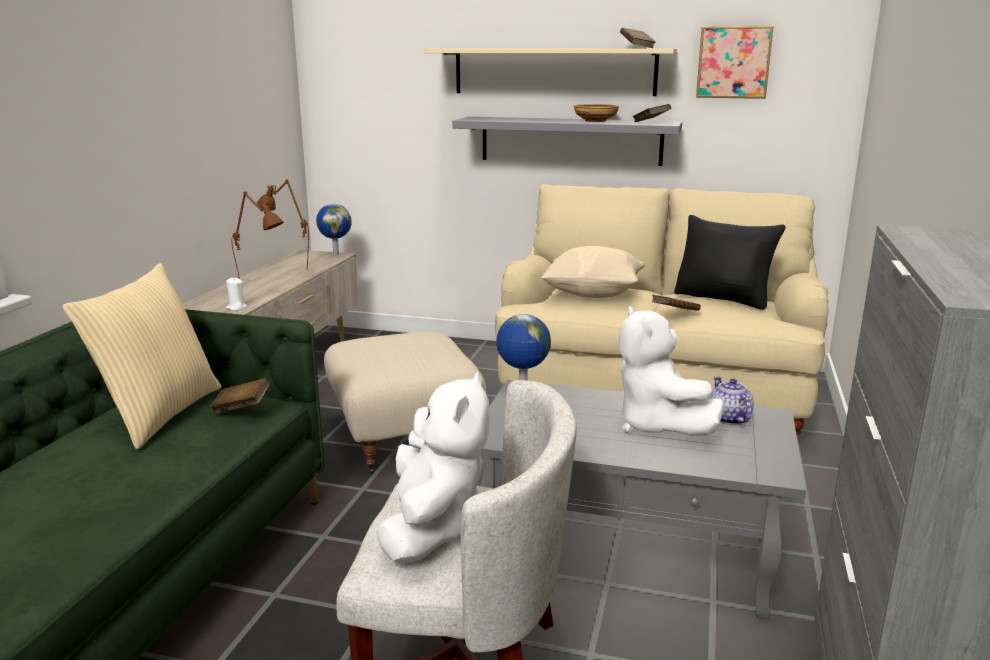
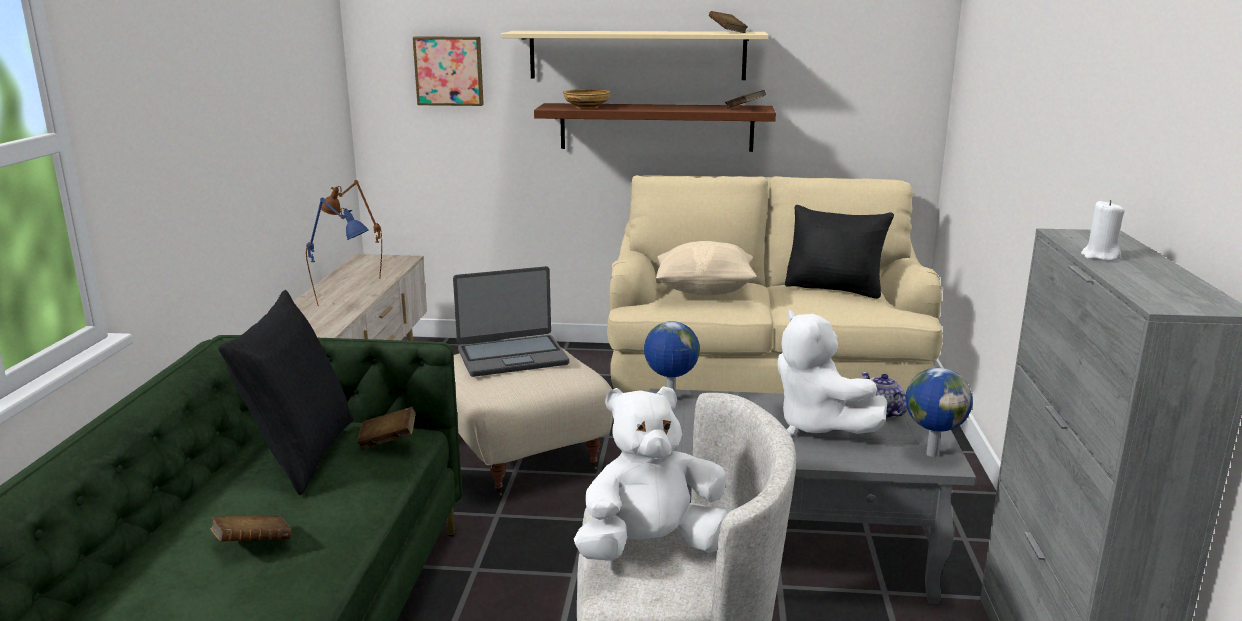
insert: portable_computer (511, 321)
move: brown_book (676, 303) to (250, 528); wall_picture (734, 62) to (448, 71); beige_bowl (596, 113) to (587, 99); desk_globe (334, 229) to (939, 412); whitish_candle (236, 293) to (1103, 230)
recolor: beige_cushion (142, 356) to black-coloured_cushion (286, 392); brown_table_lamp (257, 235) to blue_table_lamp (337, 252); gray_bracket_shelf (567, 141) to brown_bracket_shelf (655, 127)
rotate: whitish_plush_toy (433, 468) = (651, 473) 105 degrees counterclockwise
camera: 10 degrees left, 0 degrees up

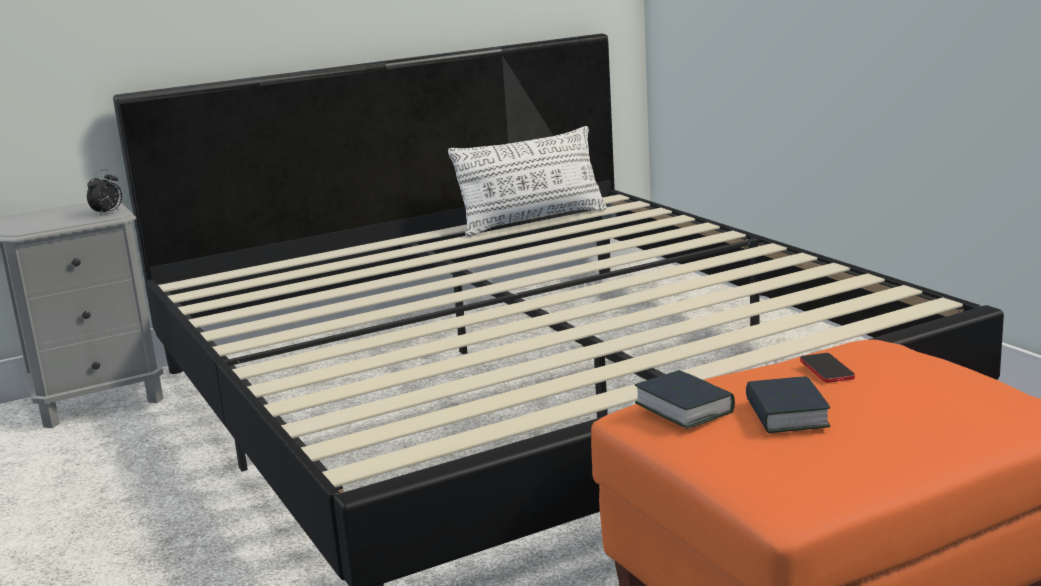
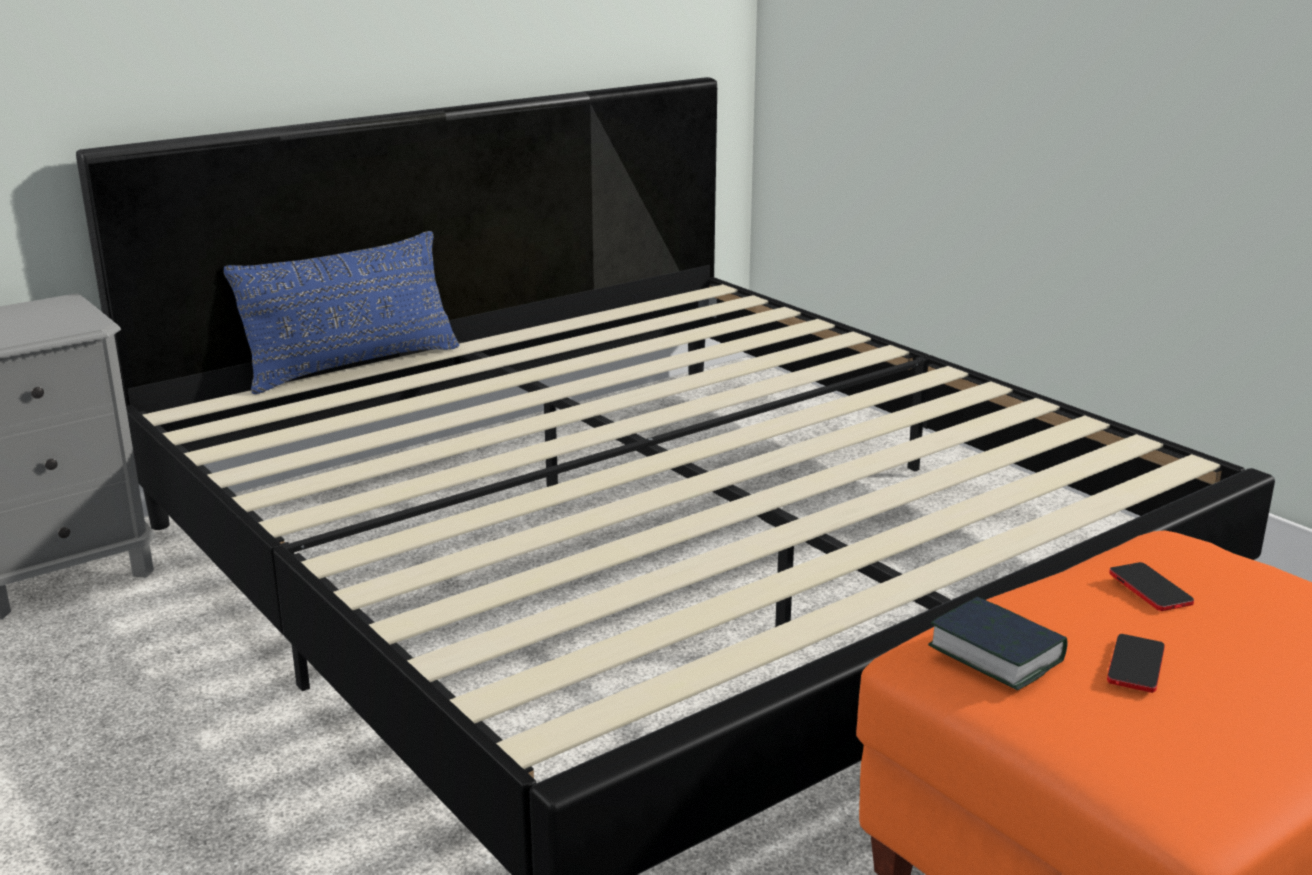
delete: bedside_clock (104, 192); whitish_cushion (527, 181)
insert: blue_cushion (341, 312)
replace: book (788, 404) to telephone (1136, 663)
camera: 10 degrees left, 5 degrees up

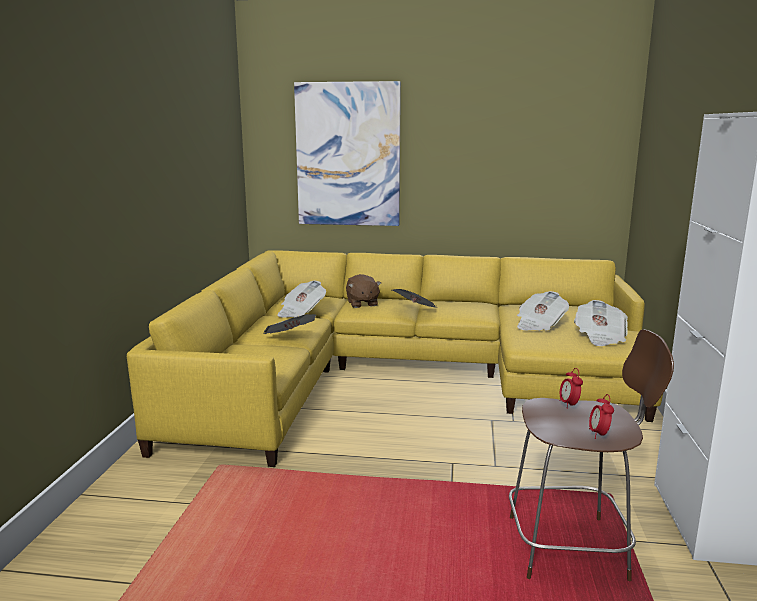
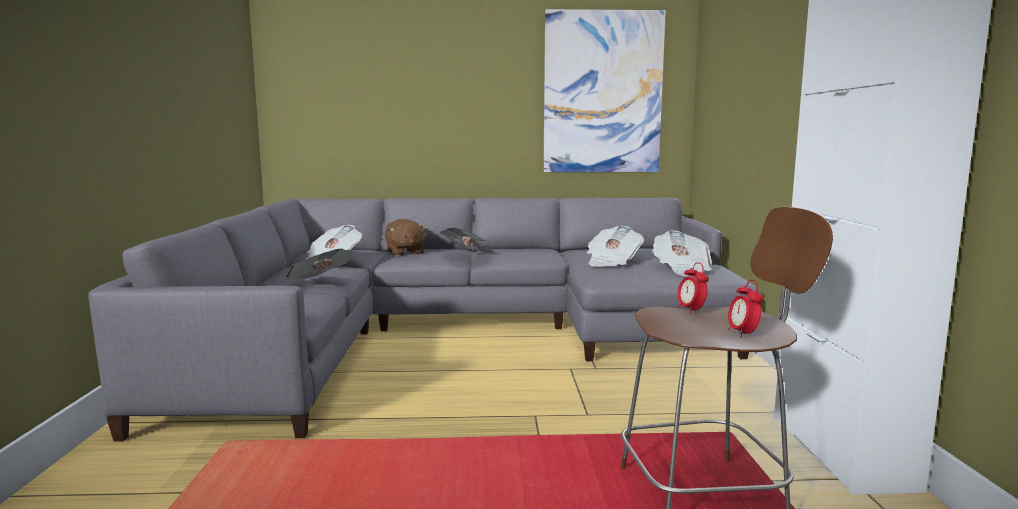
move: wall_picture (347, 153) to (604, 90)
recolor: yellow-coloured_settee (395, 358) to gray_settee (423, 320)
camera: 10 degrees left, 5 degrees down

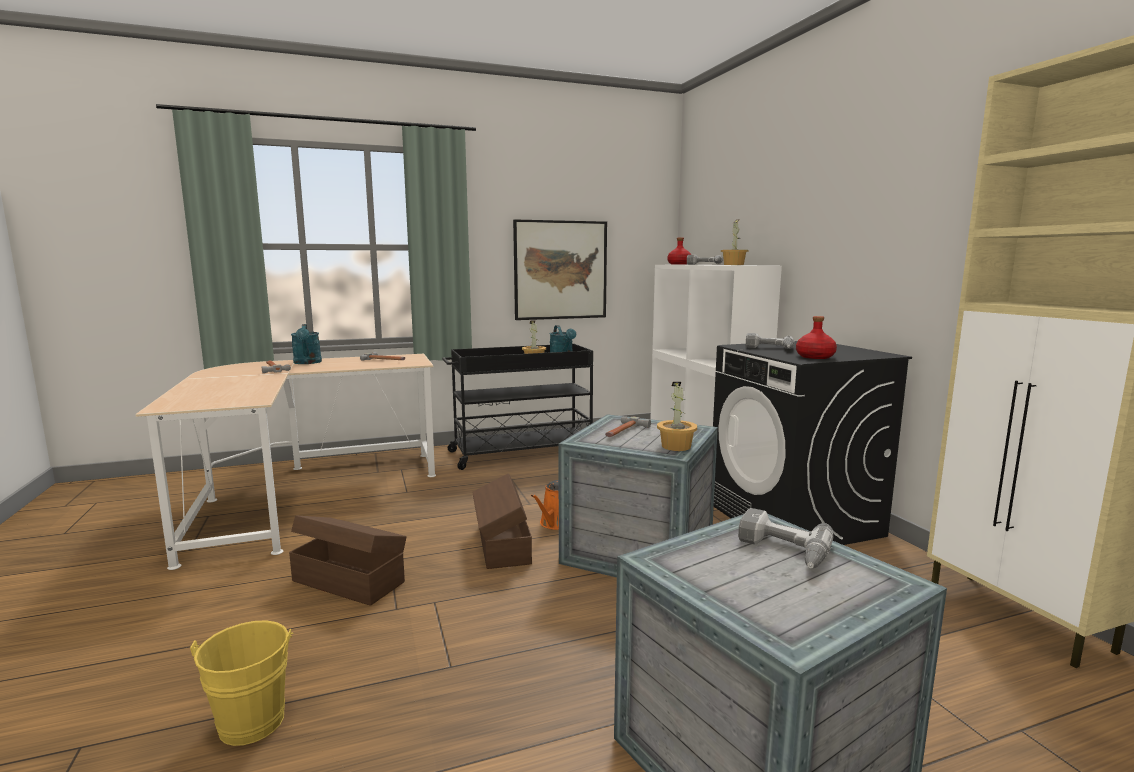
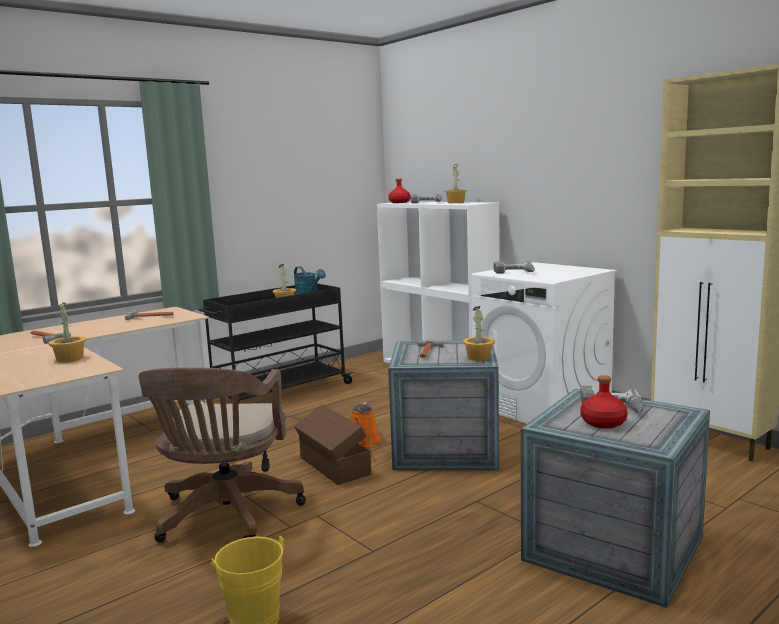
delete: blue-green_sprinkling_can (306, 344); wall_picture (560, 269)
insert: houseplant (68, 332)
move: red_beverage_bottle (816, 337) to (603, 402)
replace: brown_storage_bin (348, 561) to brown_office_chair (222, 455)
recolor: black-coloured_laundry_machine (812, 443) to whitish_laundry_machine (544, 343)
camera: 20 degrees left, 0 degrees up

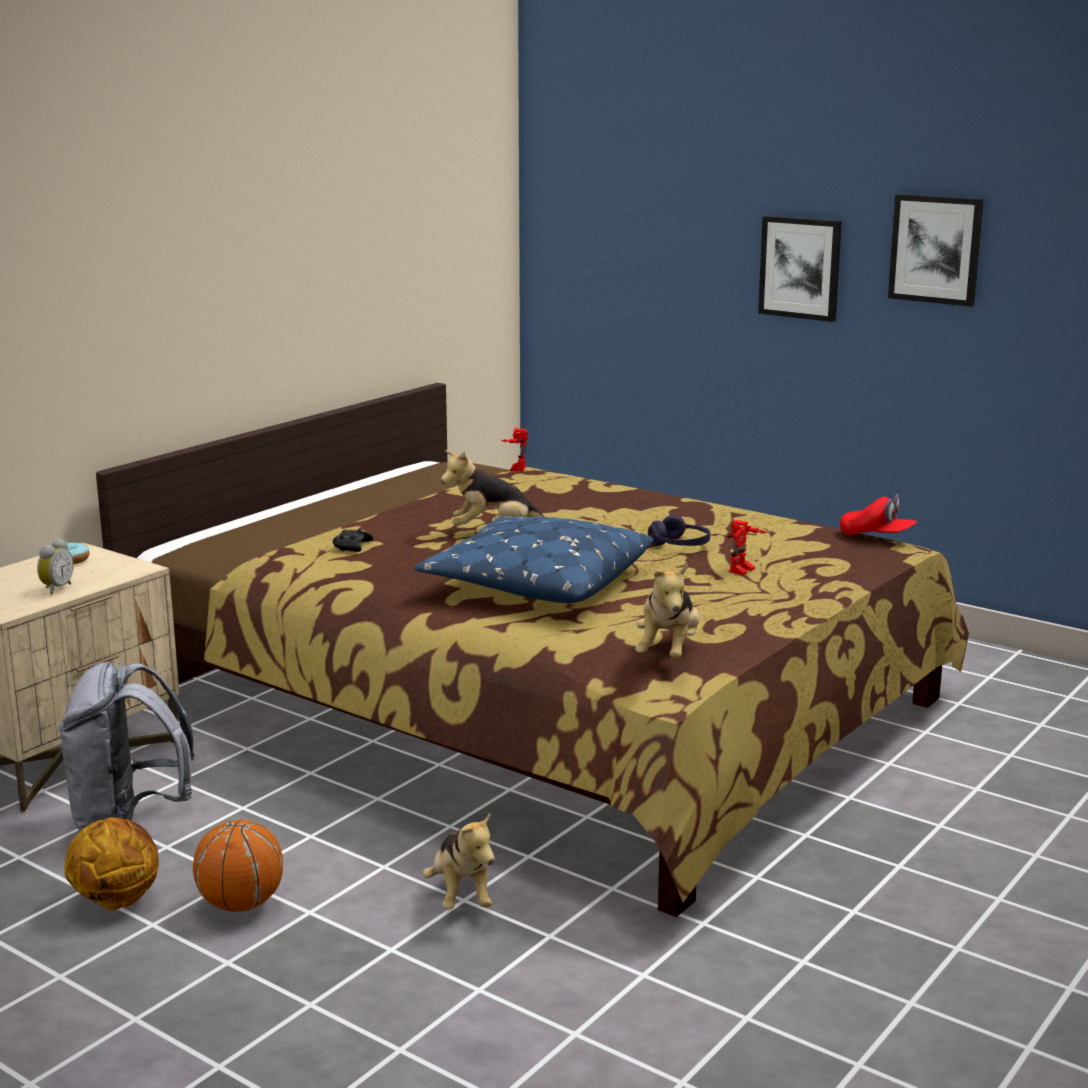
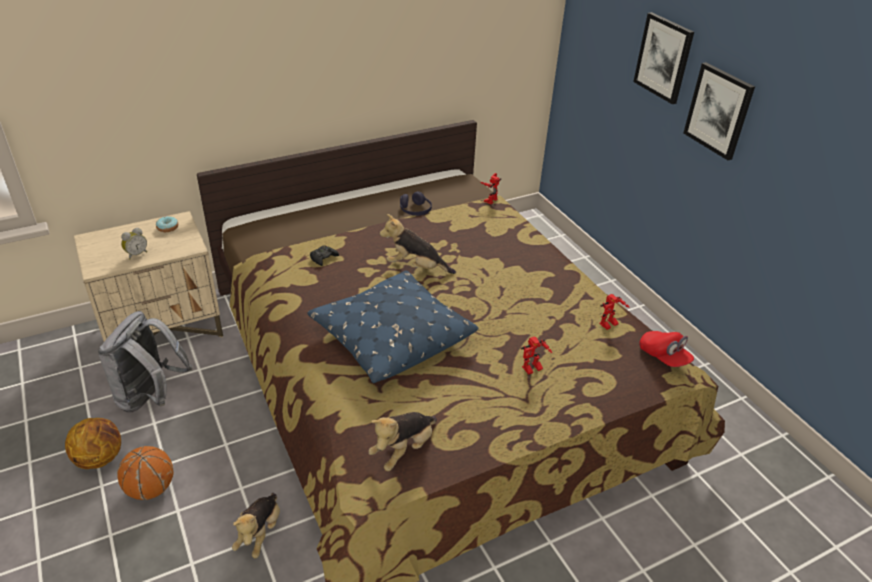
insert: robot_figure (614, 312)
move: purple-coloured_headset (679, 530) to (416, 203); wall_picture (936, 250) to (663, 58)
camera: 25 degrees right, 20 degrees up

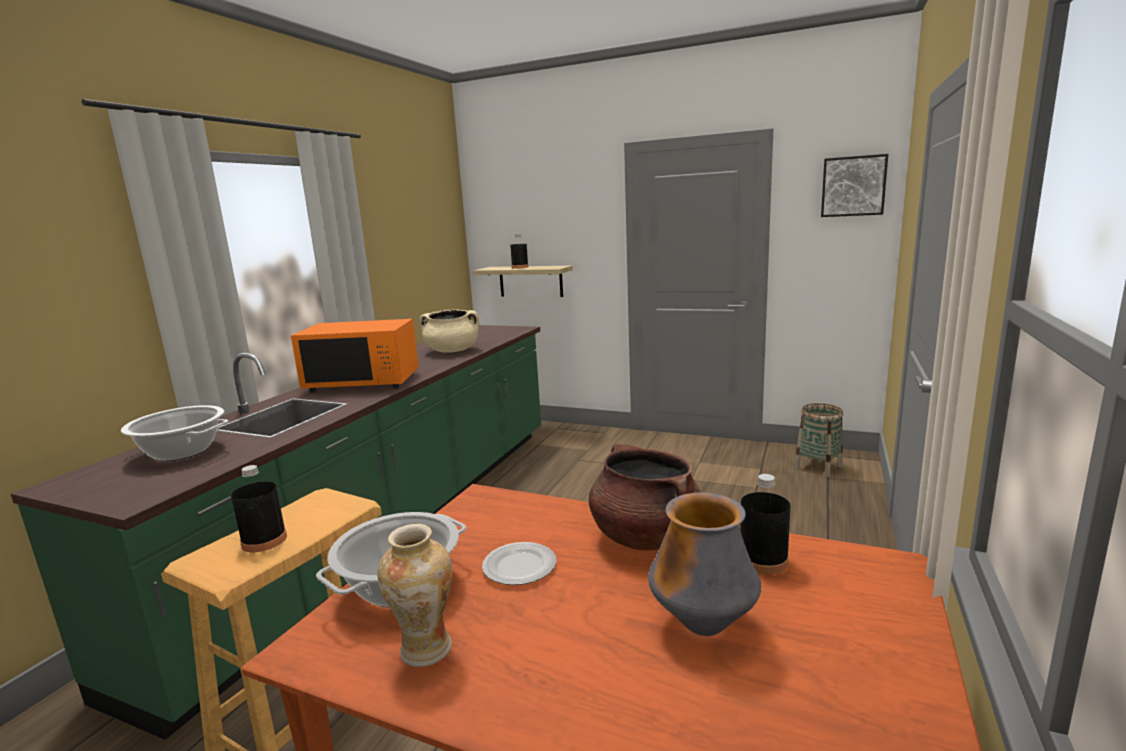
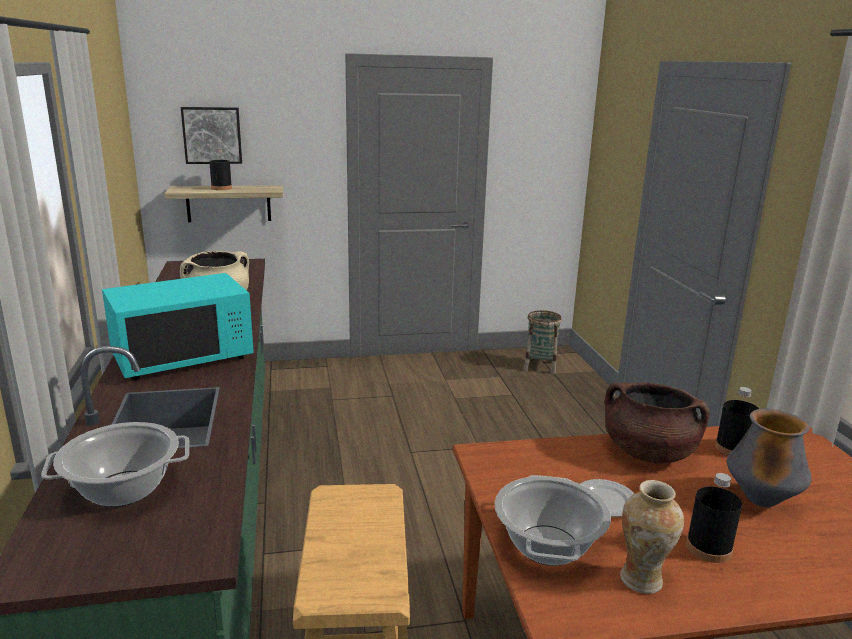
move: wall_picture (854, 185) to (211, 135); black-coloured_beverage_bottle (259, 508) to (714, 518)
recolor: orange-coloured_microwave_oven (355, 355) to blue-green_microwave_oven (178, 326)
camera: 35 degrees left, 5 degrees up

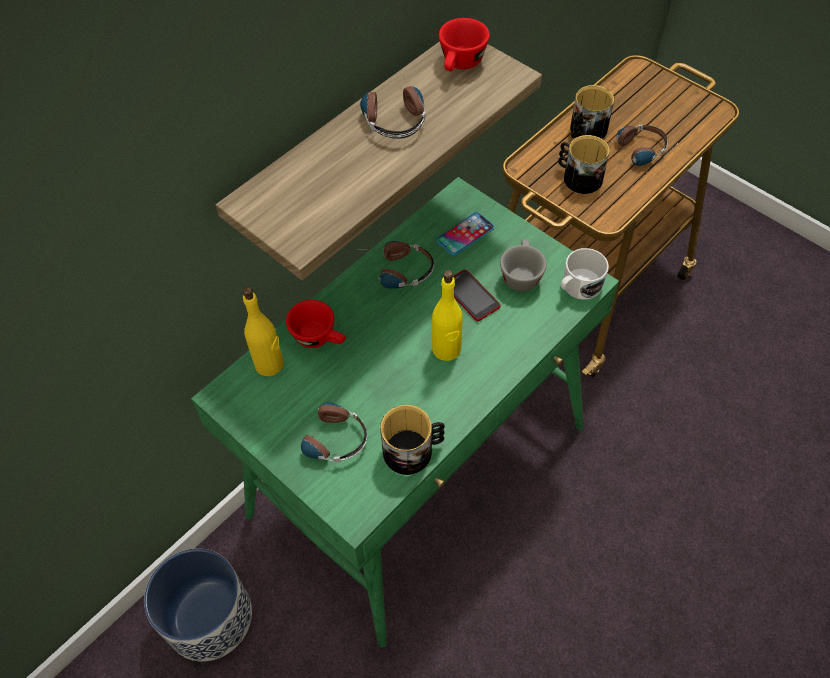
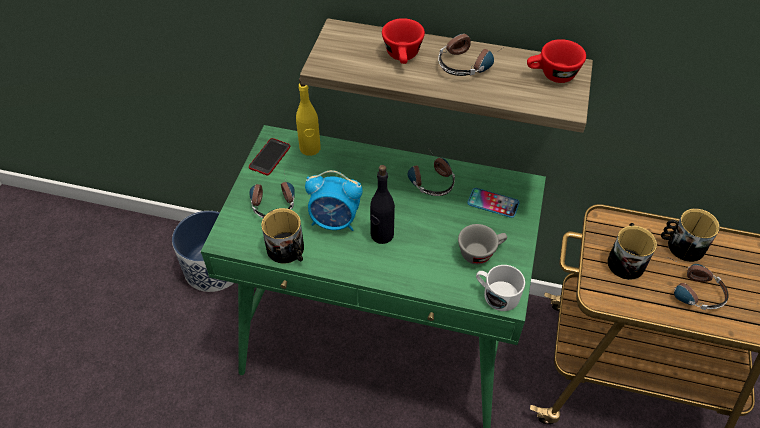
insert: bedside_clock (334, 200)
move: telephone (476, 295) to (269, 156); red_drinking_cup (316, 324) to (403, 41)
recolor: yellow-coloured_beverage_bottle (447, 315) to black-coloured_beverage_bottle (382, 204)
camera: 60 degrees right, 5 degrees down

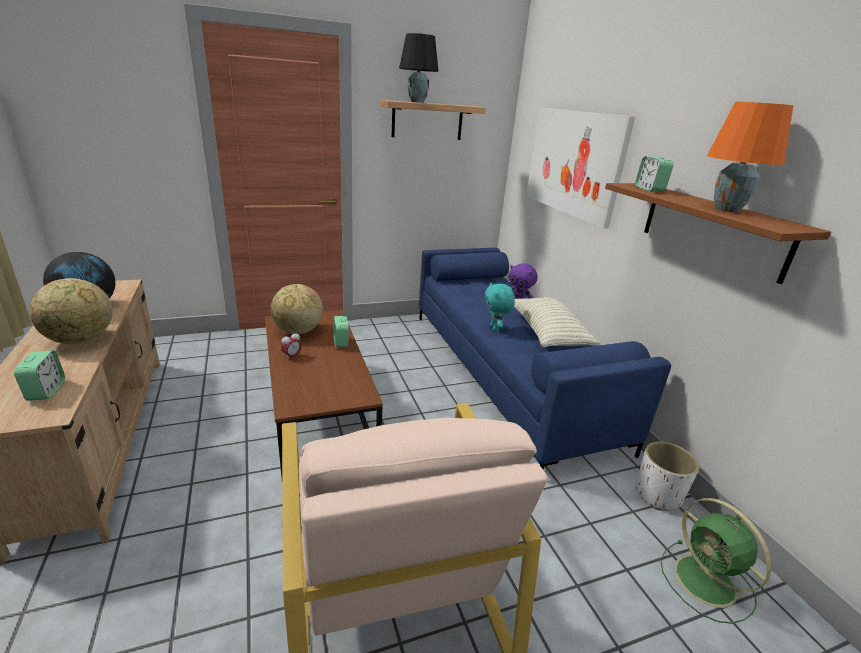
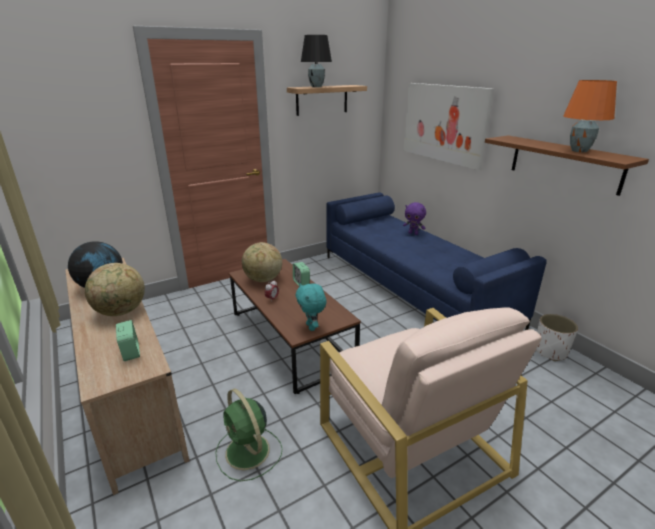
delete: cushion (557, 322); bedside_clock (654, 174)
move: greenish_fan (716, 561) to (248, 434); blue-green_plush_toy (500, 307) to (311, 307)
camera: 10 degrees left, 0 degrees up

